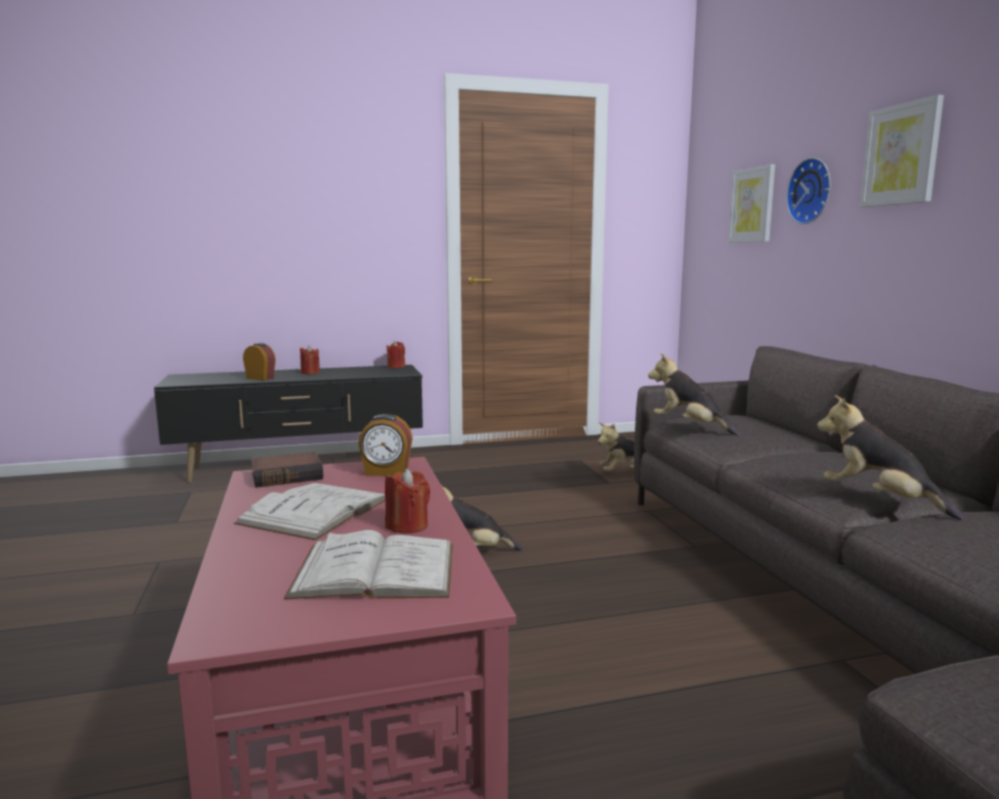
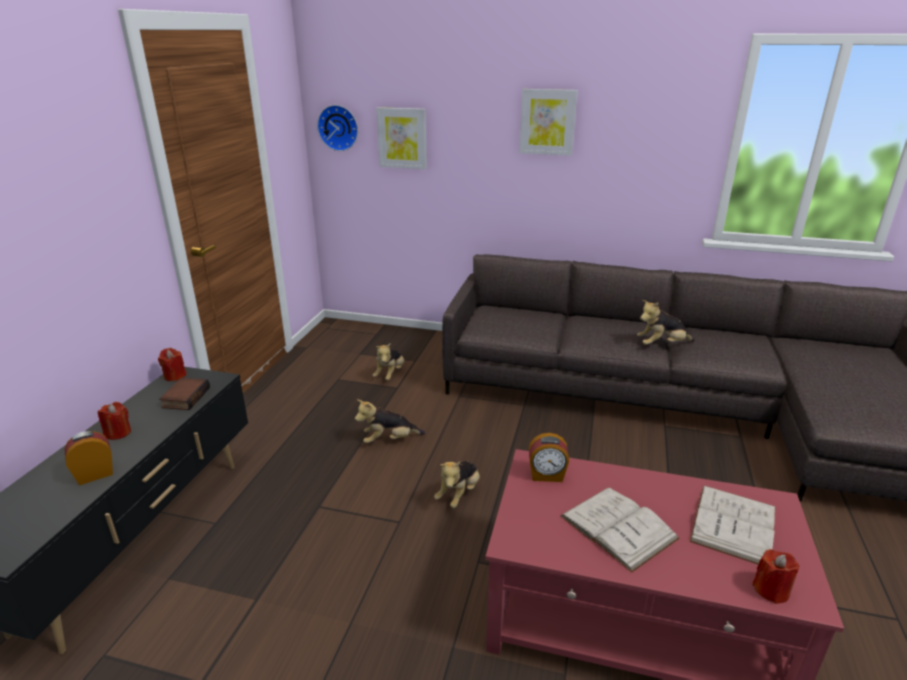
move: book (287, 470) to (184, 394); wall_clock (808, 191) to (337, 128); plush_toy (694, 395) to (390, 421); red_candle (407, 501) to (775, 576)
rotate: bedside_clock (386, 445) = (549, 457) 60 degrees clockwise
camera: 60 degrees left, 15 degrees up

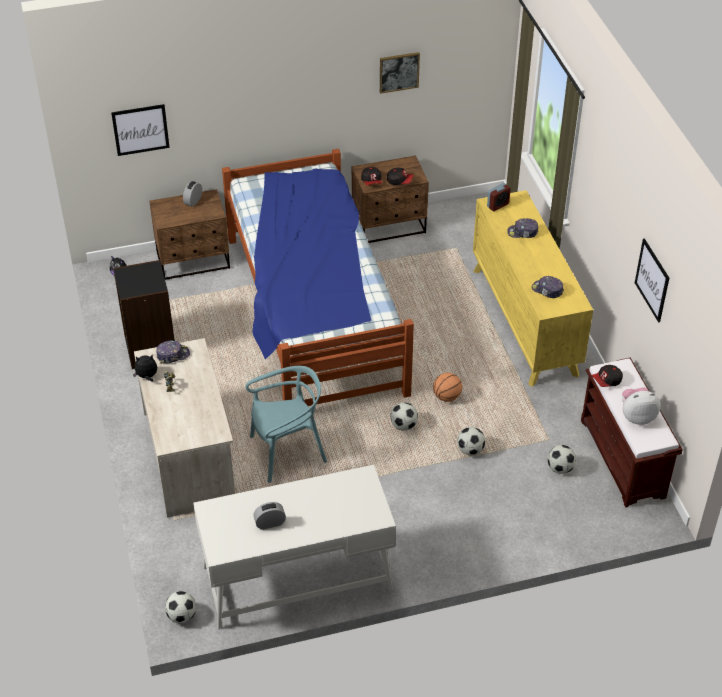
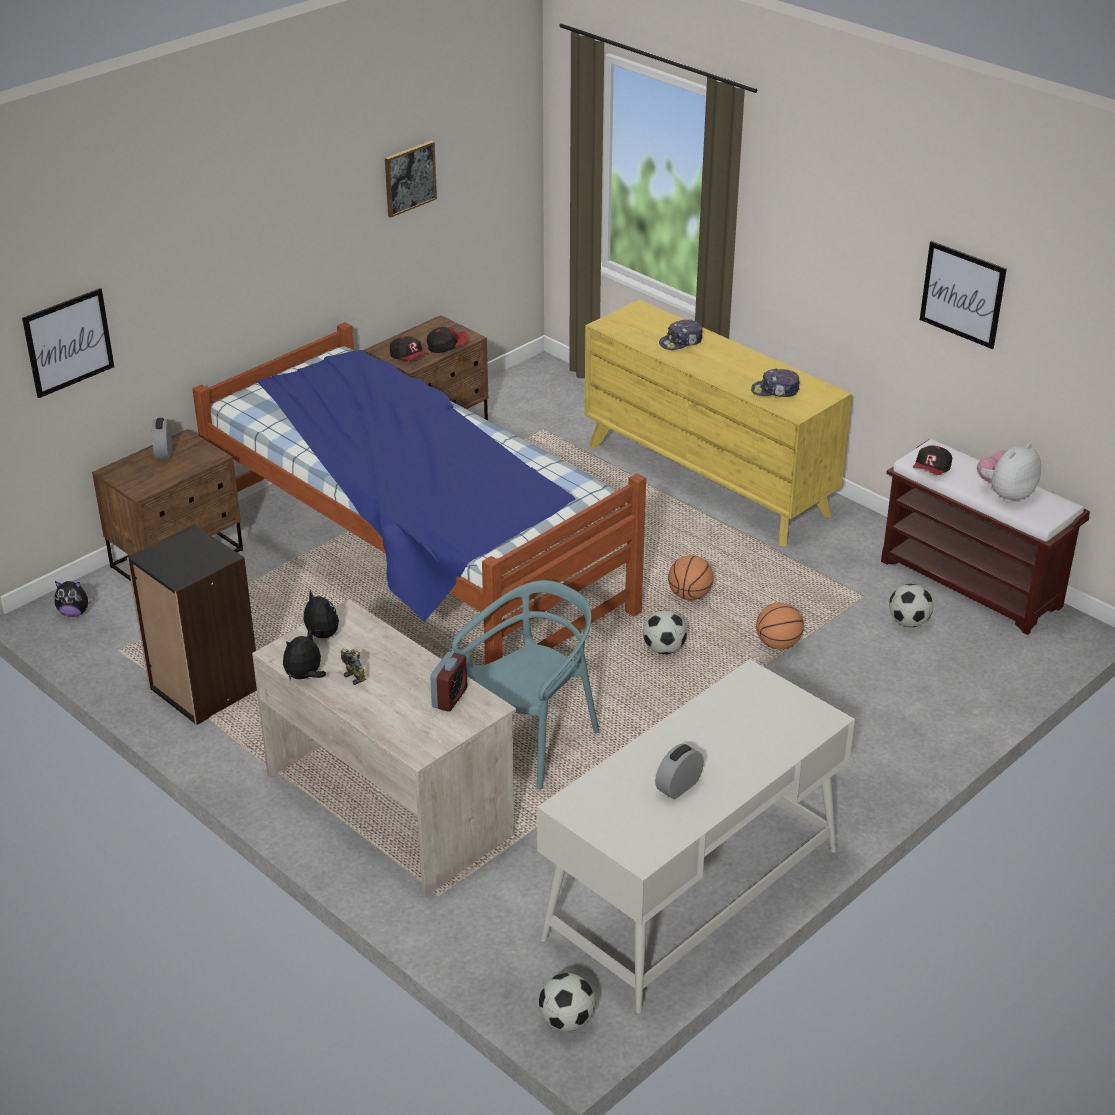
move: bedside_clock (499, 197) to (448, 681)
replace: cap (173, 352) to plush_toy (318, 614); ball_for_football (471, 441) to basketball (780, 626)
camera: 30 degrees left, 10 degrees down

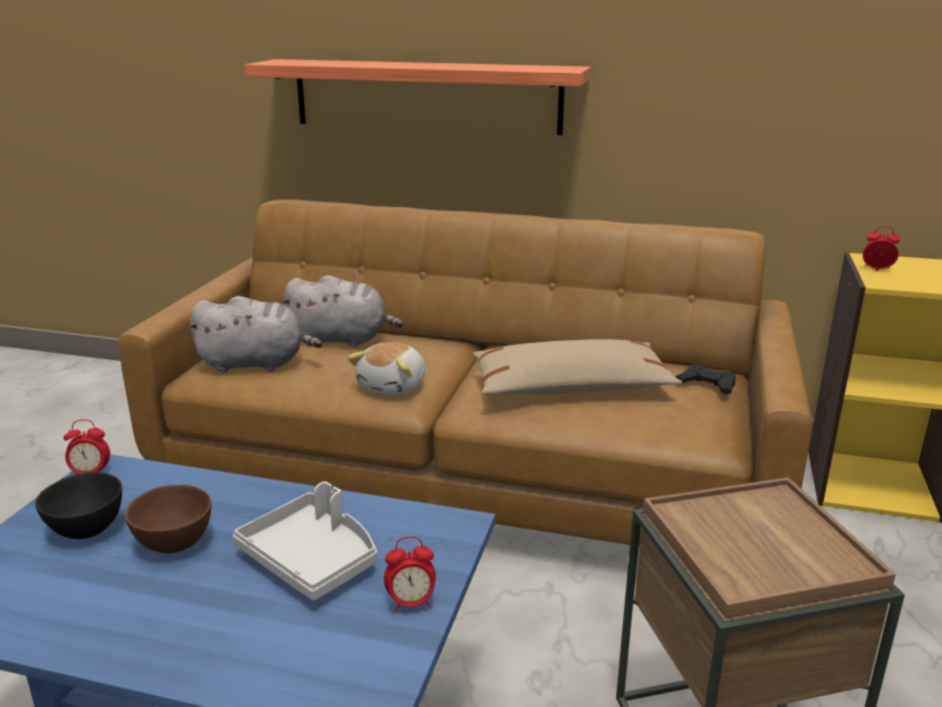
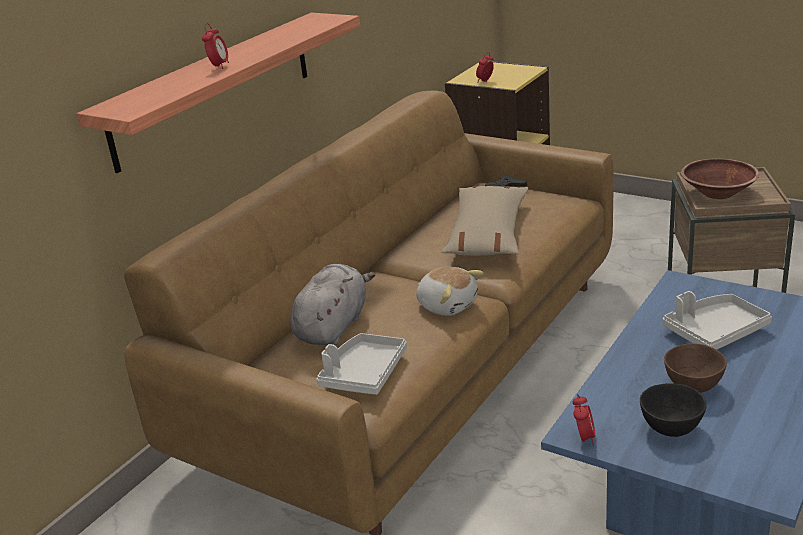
insert: brown_bowl (720, 179)
move: bedside_clock (410, 575) to (215, 46)
replace: gray_plush_toy (255, 334) to gray_tray (362, 364)
camera: 70 degrees left, 5 degrees up

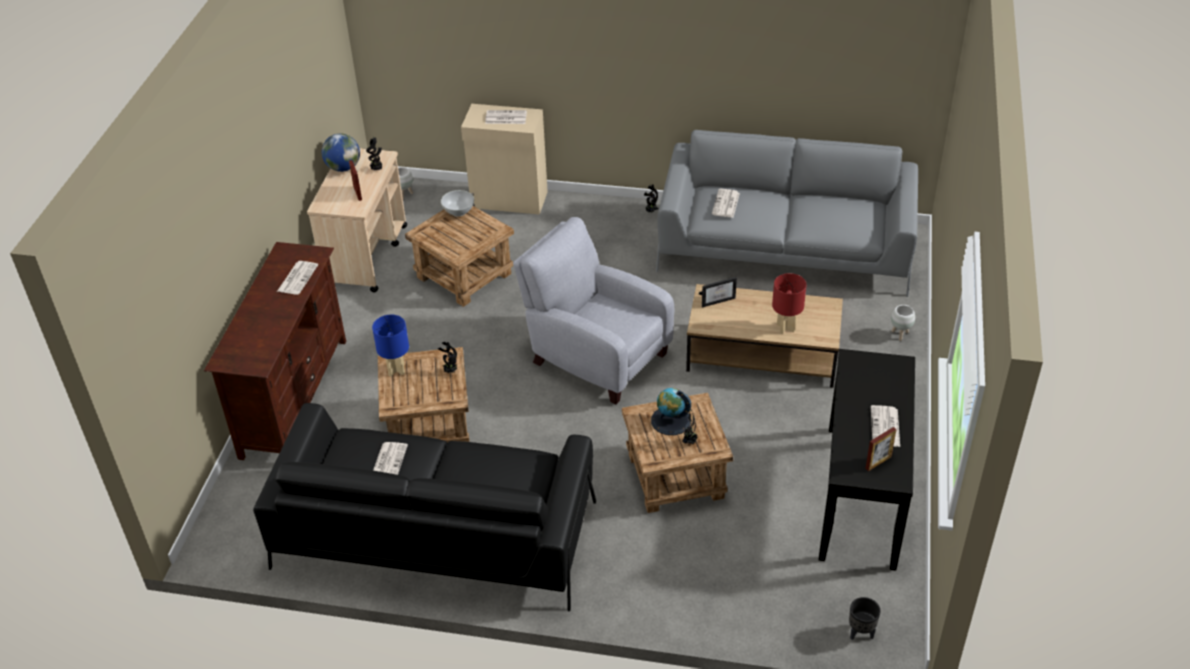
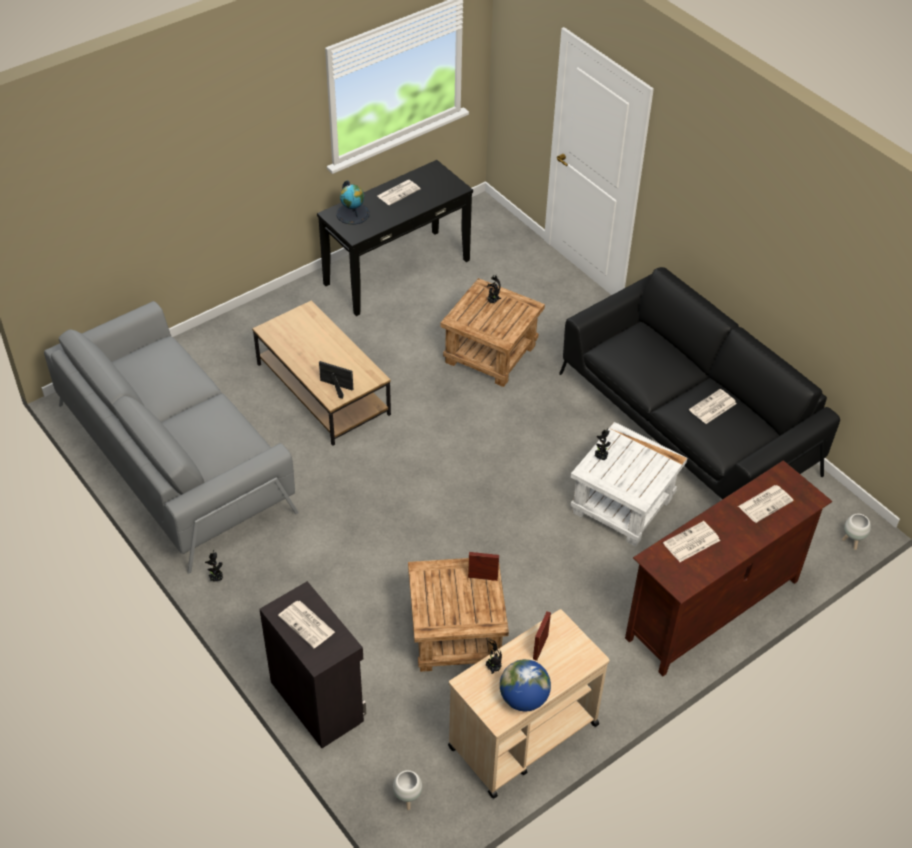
delete: blue_table_lamp (390, 345); whitish_bowl (457, 203); gray_easy_chair (593, 310); red_table_lamp (789, 303); black-coloured_plant_pot (864, 618)
move: desk_globe (671, 411) to (353, 203); standing_frame (880, 449) to (483, 566); newspaper (726, 203) to (766, 504); whitish_plant_pot (903, 323) to (856, 532)
recolor: beige_cupboard (504, 159) to black-coloured_cupboard (312, 664); brown_side_table (424, 395) to whitish_side_table (629, 484)
camera: 140 degrees left, 5 degrees up

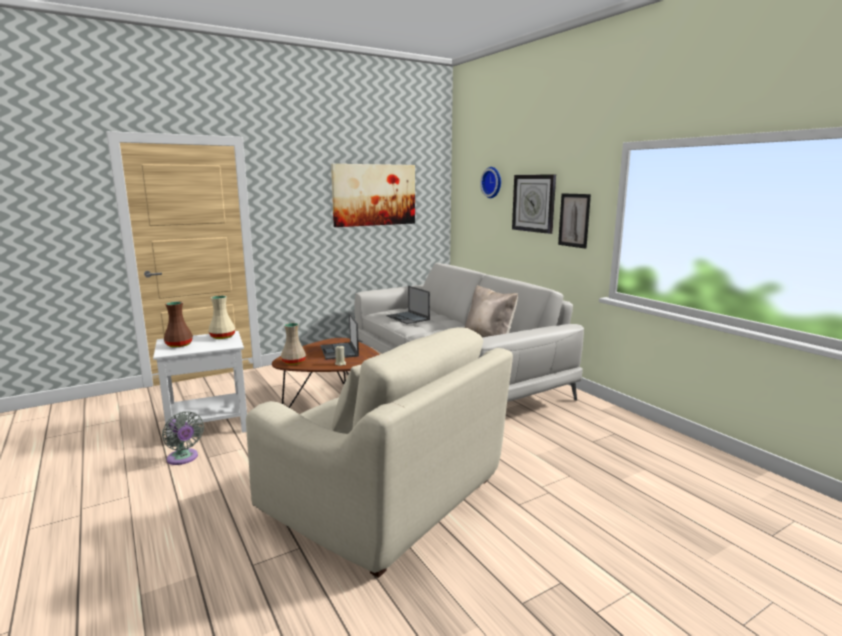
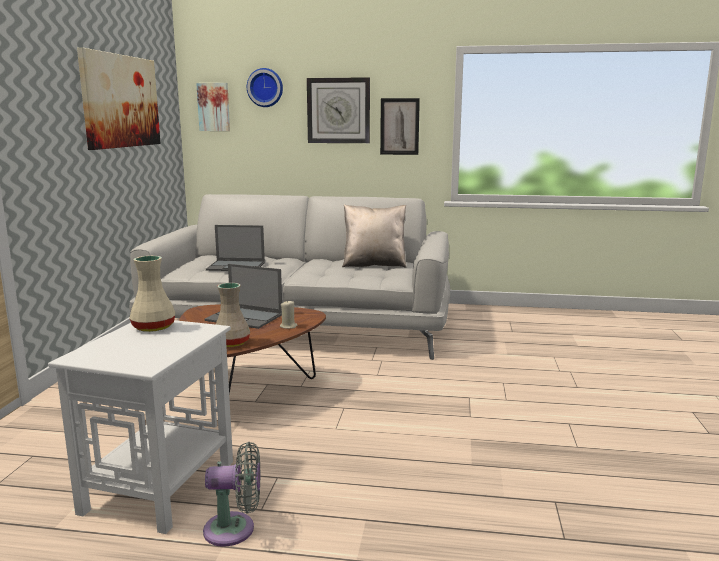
delete: brown_flower_vase (178, 324); beige_easy_chair (379, 452)
insert: wall_picture (213, 107)
camera: 50 degrees left, 0 degrees up

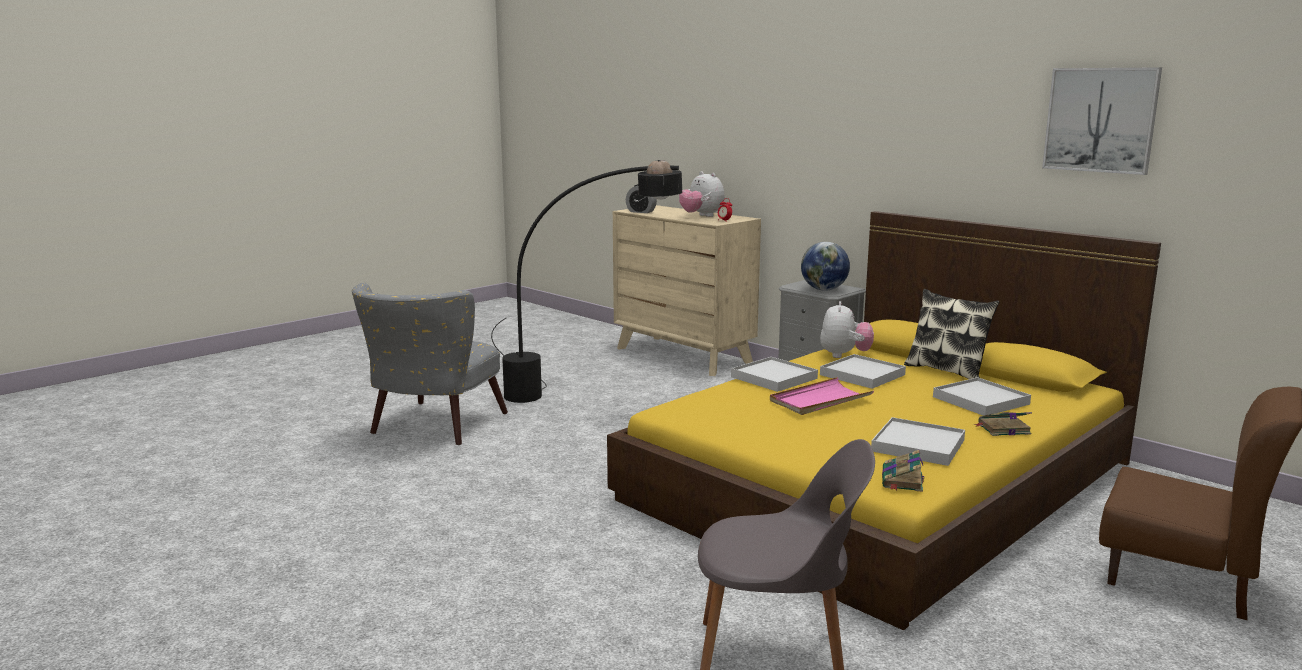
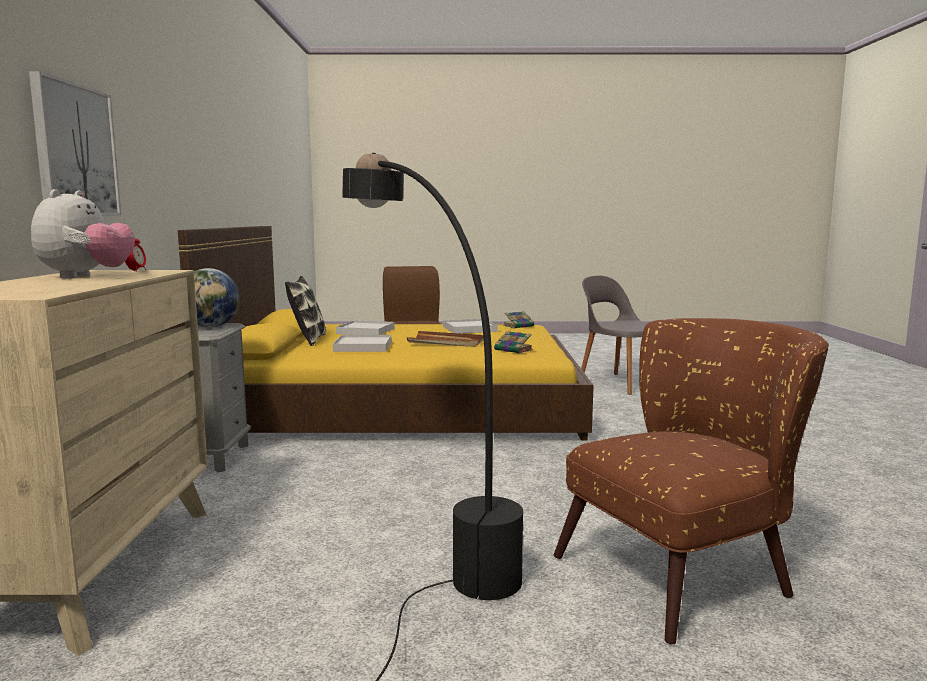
delete: bedside_clock (641, 198); whitish_tray (774, 374); plush_toy (847, 329)
move: wall_picture (1102, 121) to (75, 143); book (1002, 424) to (513, 342)
recolor: pink_tray (822, 396) to brown_tray (445, 339); gray_easy_chair (430, 364) to brown_easy_chair (691, 481)
camera: 135 degrees left, 5 degrees down

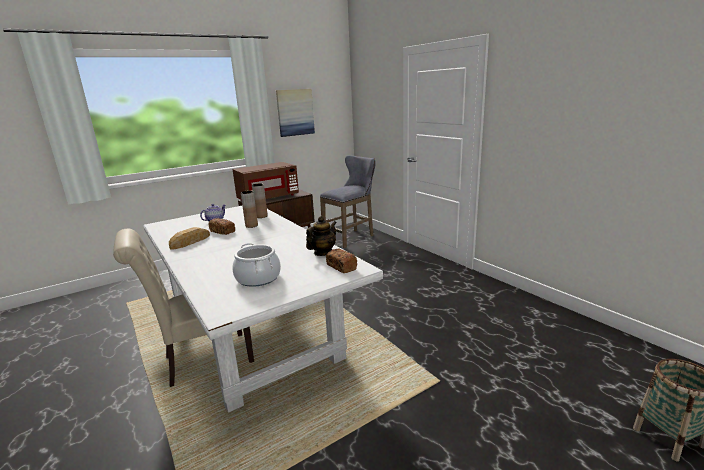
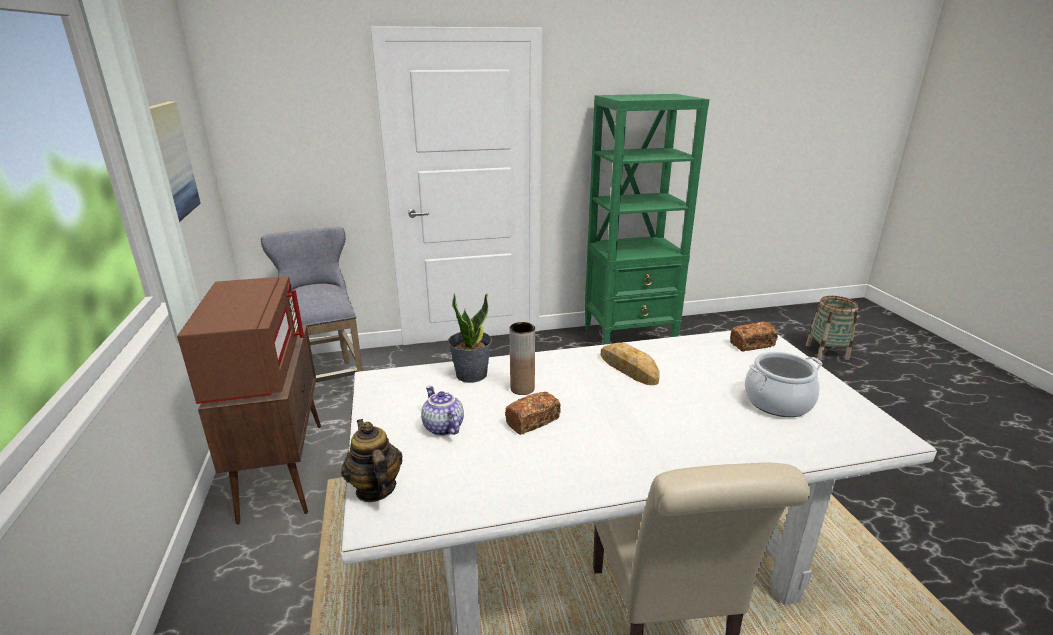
insert: greenish_shelving_unit (647, 219)
move: pot_for_tea (321, 236) to (371, 460); bakery_bread (189, 238) to (630, 364)
replace: brown_flower_vase (260, 200) to houseplant (470, 338)
camera: 70 degrees left, 5 degrees up

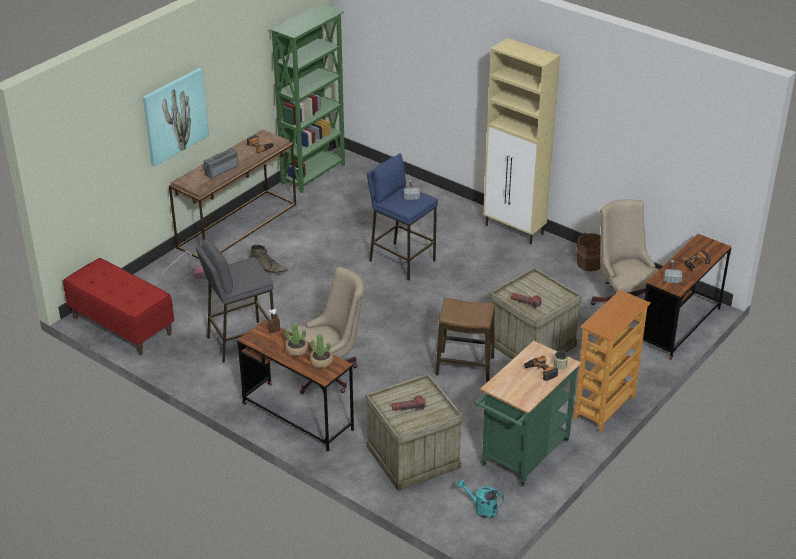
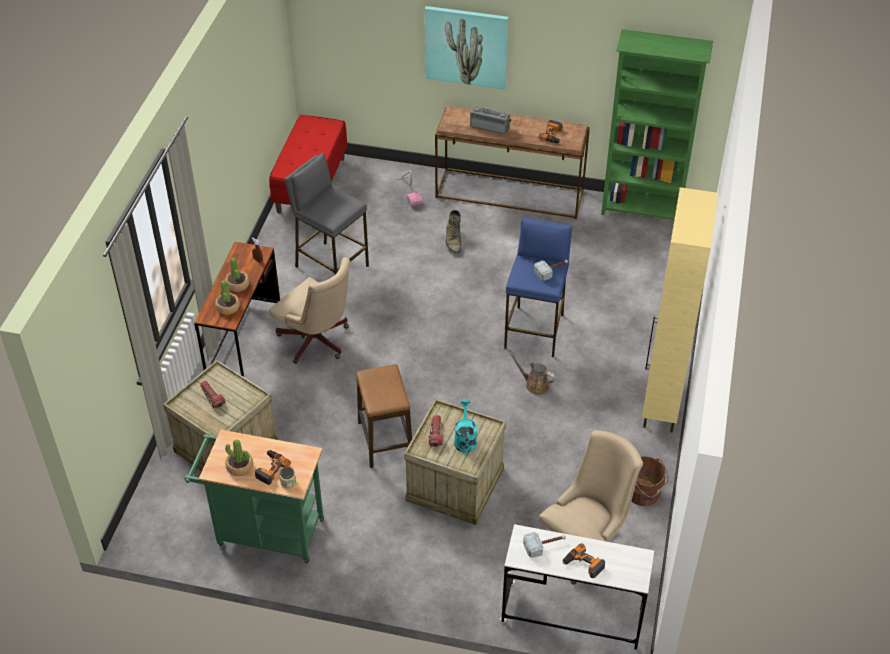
delete: shelving_unit (612, 361)
insert: houseplant (239, 457); brown_sprinkling_can (532, 373)
move: blue-green_sprinkling_can (480, 498) to (465, 426)
recolor: brown_desk_table (687, 297) to whitish_desk_table (577, 587)
camera: 65 degrees right, 10 degrees up

